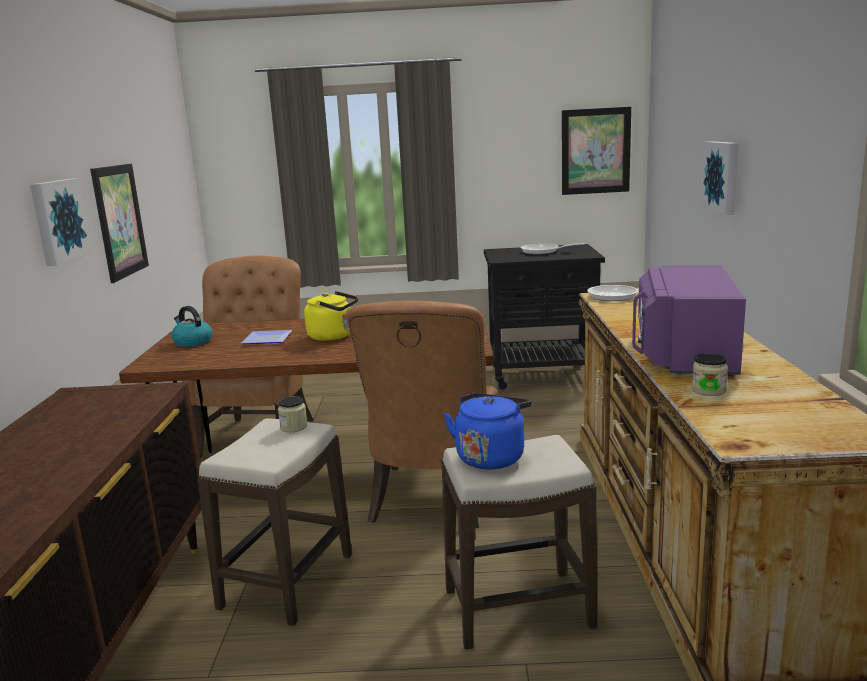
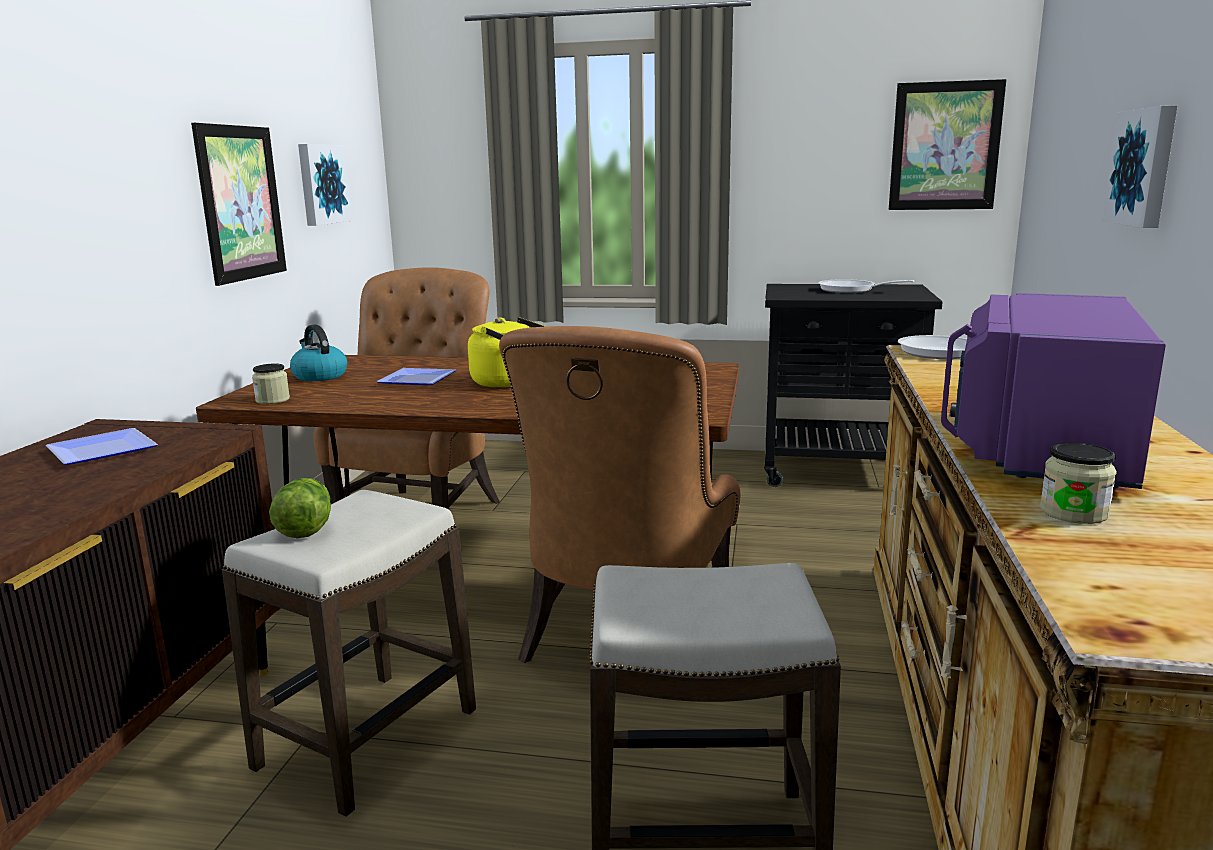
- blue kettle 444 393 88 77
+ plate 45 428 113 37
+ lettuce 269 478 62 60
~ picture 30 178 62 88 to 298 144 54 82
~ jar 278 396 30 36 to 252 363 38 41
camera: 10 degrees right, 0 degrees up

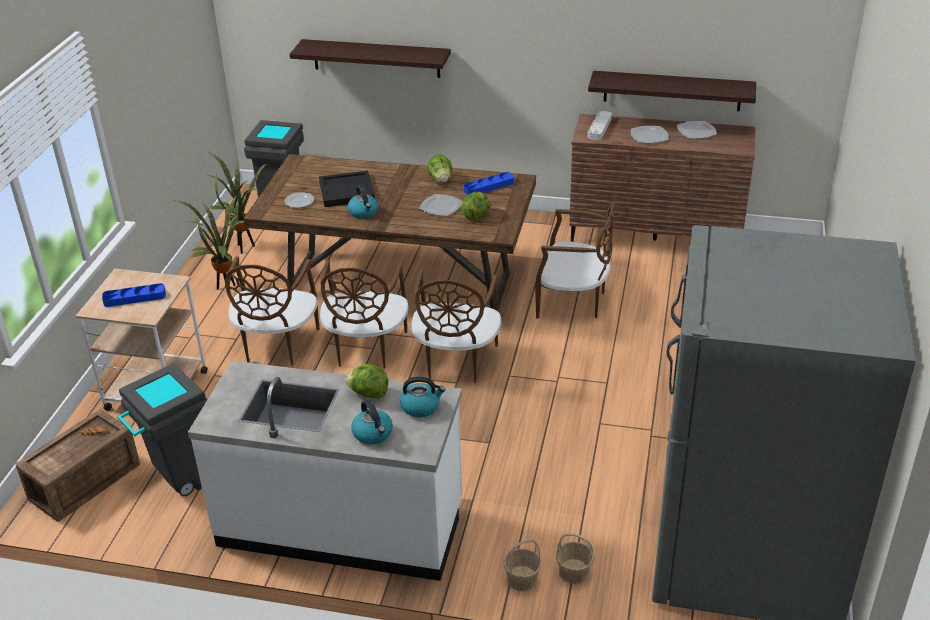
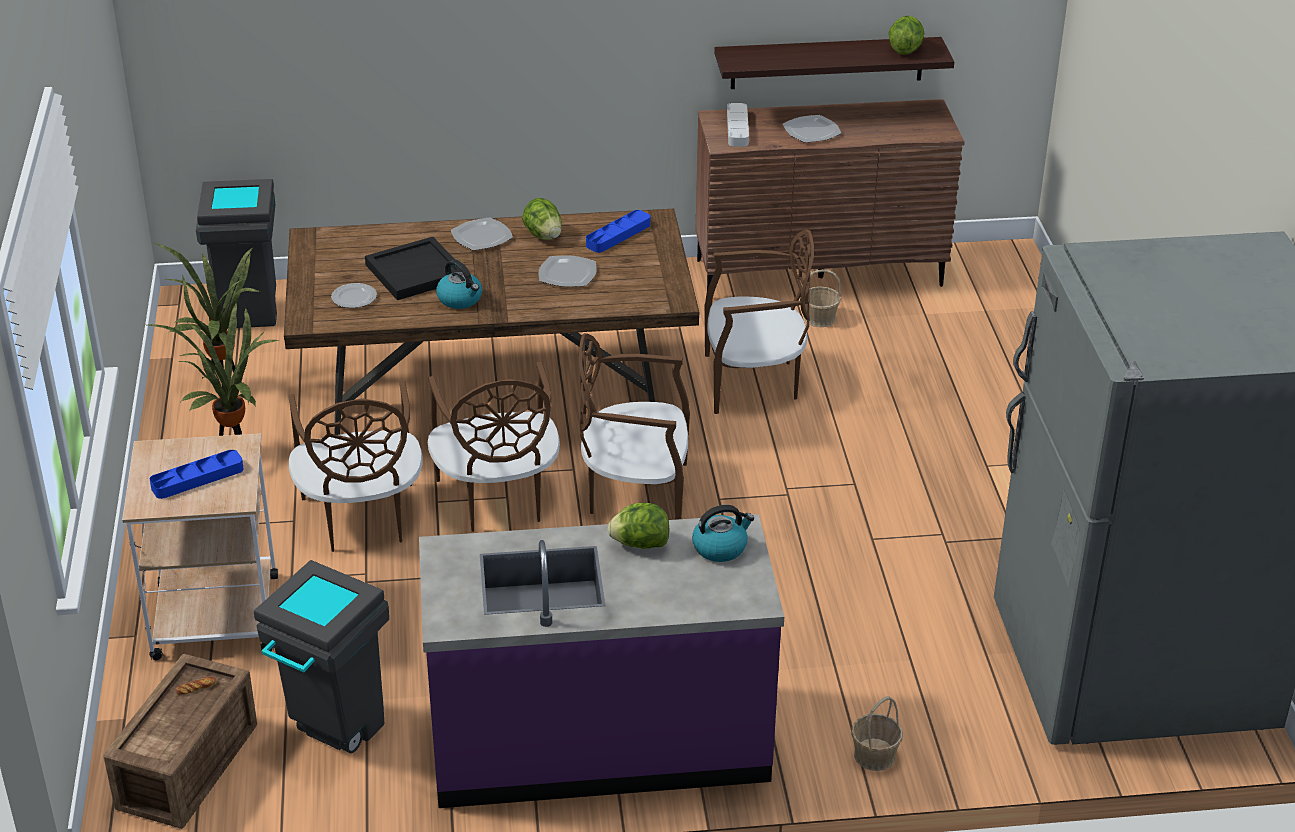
- shelf 290 39 161 39
- kettle 351 400 42 45
~ lettuce 460 192 30 28 to 888 16 37 39
~ basket 556 533 38 51 to 804 269 37 58
~ plate 677 121 40 18 to 451 217 62 33
~ white counter 188 361 274 220 to purple counter 419 514 365 294
~ brown chair 411 270 91 113 = 579 333 111 187 105 degrees clockwise
camera: 20 degrees left, 0 degrees up

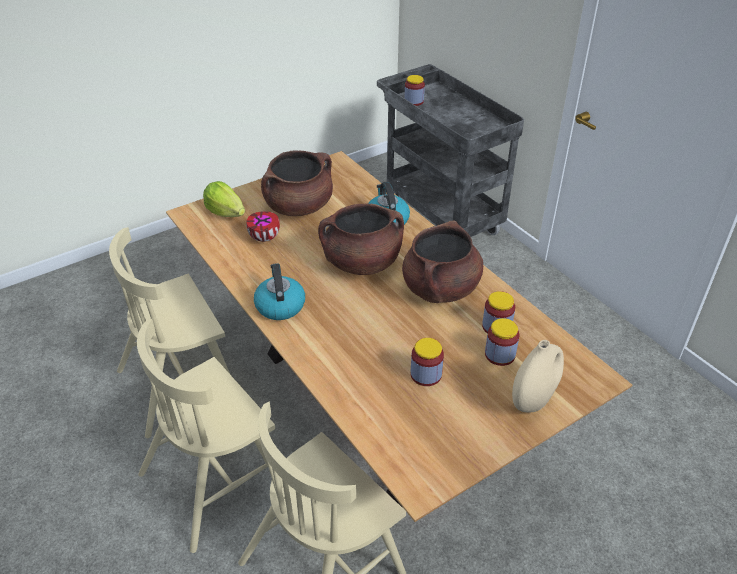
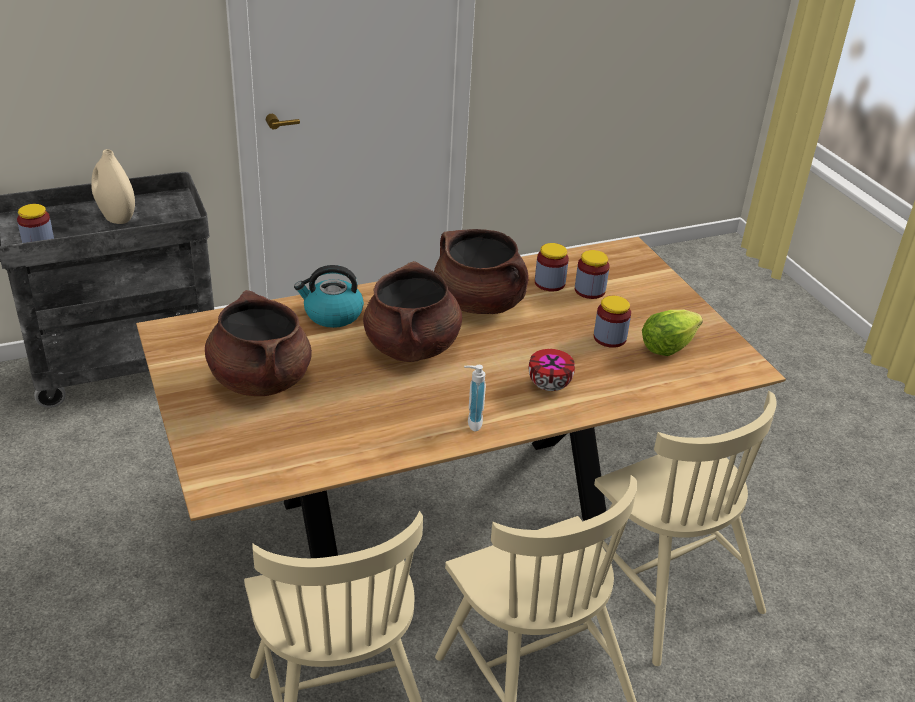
~ lettuce 203 181 42 36 to 642 310 61 46
~ bowl 246 211 34 31 to 529 349 46 42
~ beige vase 512 340 52 73 to 91 149 44 75
~ kettle 254 263 51 57 to soap dispenser 464 365 22 66
camera: 80 degrees left, 5 degrees down

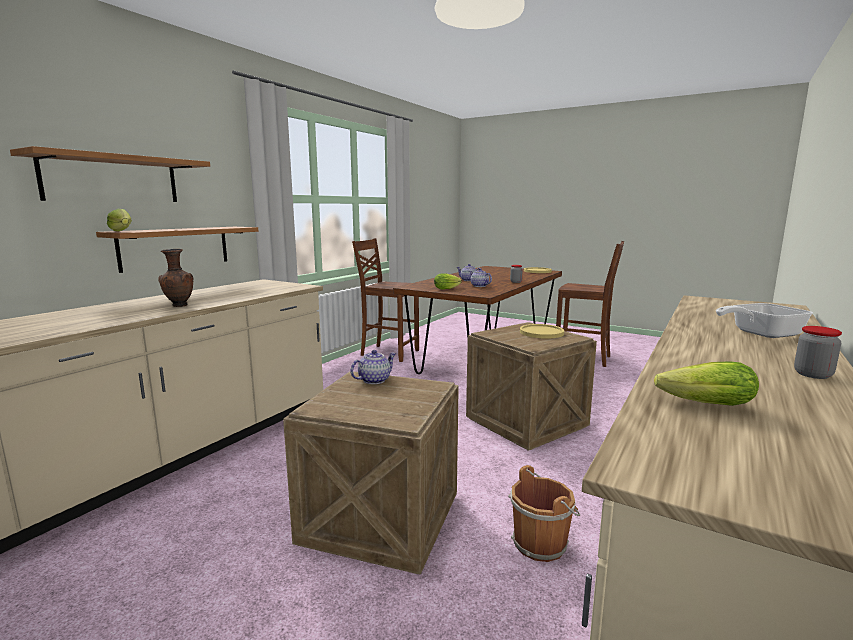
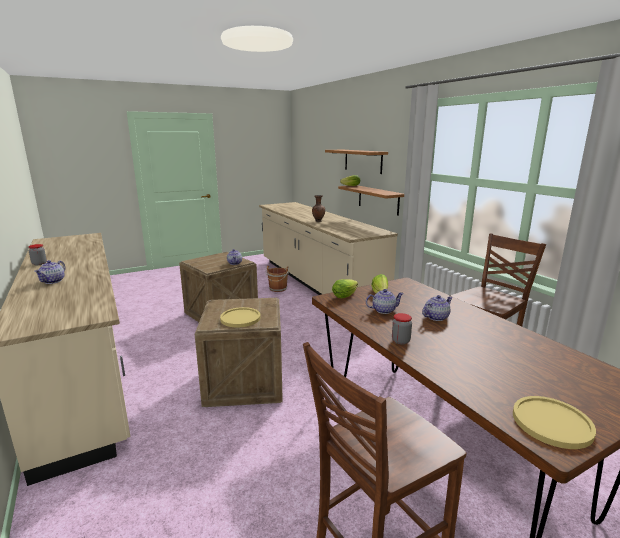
~ brown bucket 508 465 72 97 to 266 266 23 26
~ lettuce 654 361 105 45 to 332 279 26 19
~ frying pan 716 303 97 35 to teapot 34 260 31 24
camera: 120 degrees right, 5 degrees up

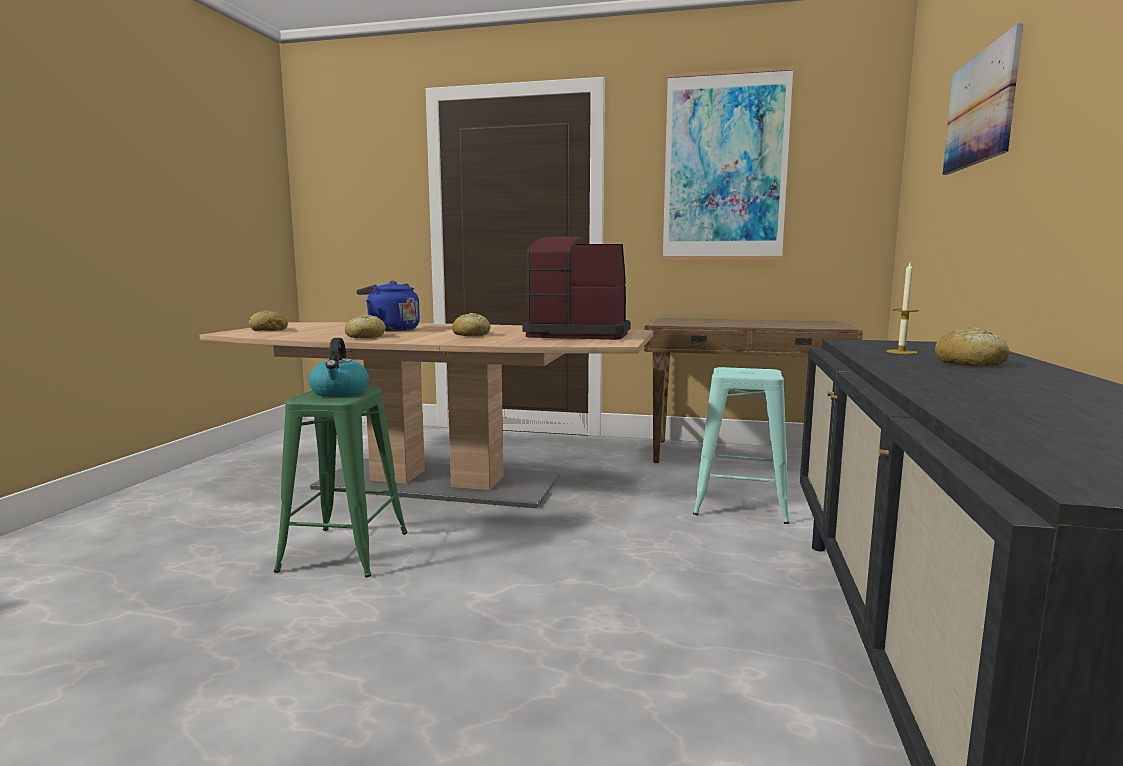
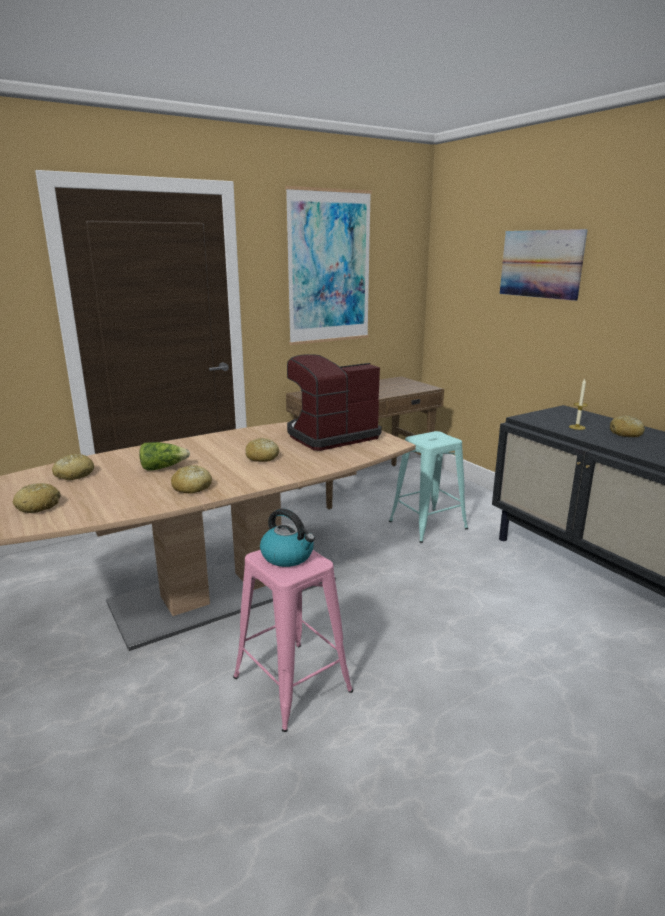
+ bread 52 454 42 26
~ blue kettle 356 280 64 51 to lettuce 140 442 50 28
~ green stool 274 388 134 190 to pink stool 233 550 120 182
camera: 45 degrees left, 10 degrees up

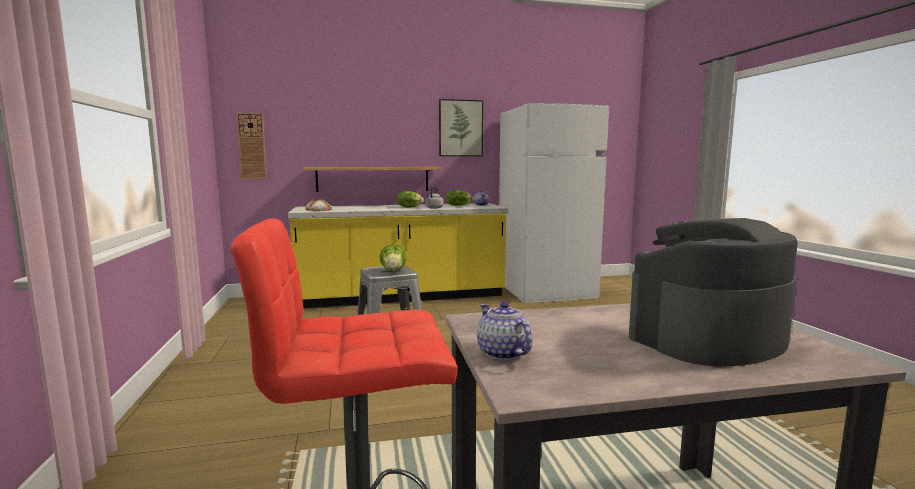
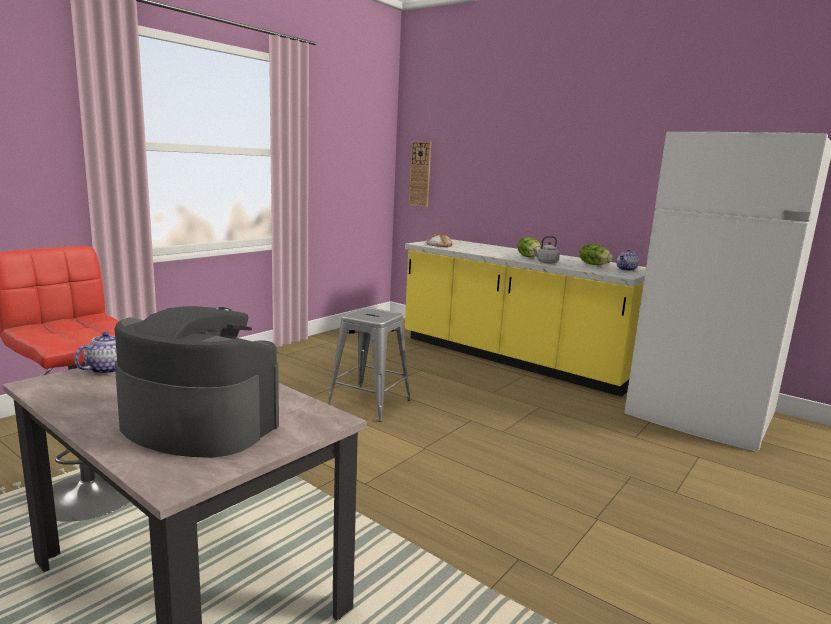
- shelf 304 167 136 25
- lettuce 380 244 26 27
- picture 439 99 44 57
camera: 50 degrees right, 5 degrees up

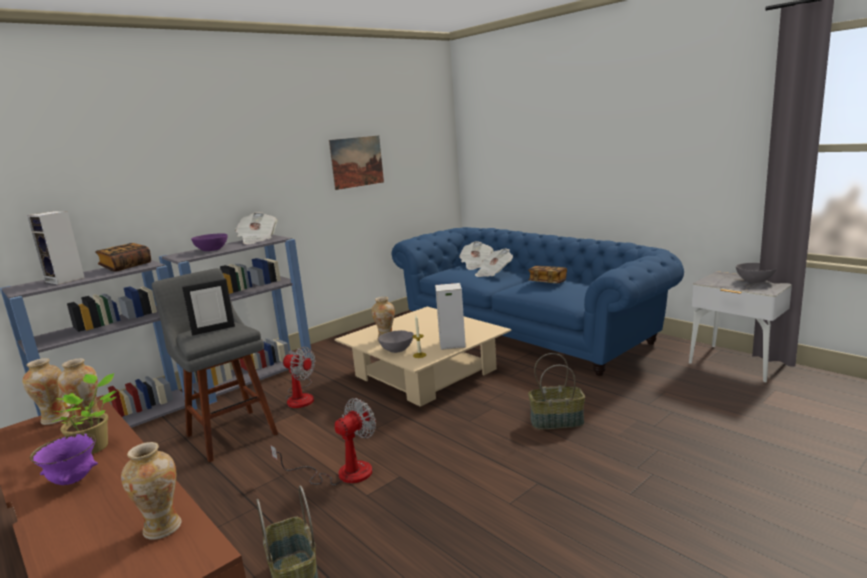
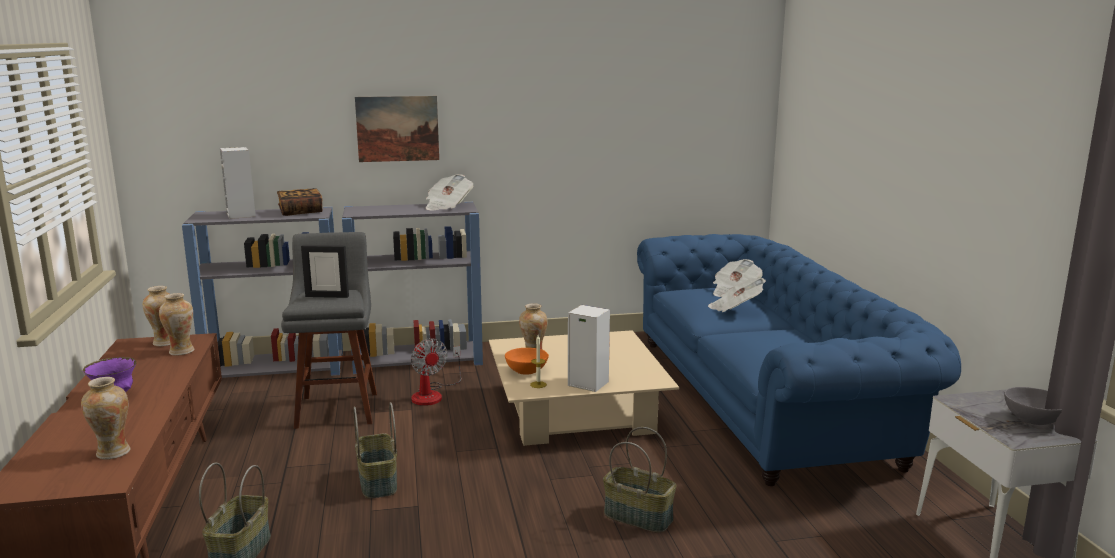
- potted plant 52 373 65 81
- purple bowl 191 234 37 17
- book 528 266 39 18
~ picture 329 135 55 55 to 355 96 84 66
~ fan 270 398 106 87 to basket 353 402 44 97
~ grey bowl 378 330 36 23 to orange bowl 505 348 44 26
camera: 30 degrees right, 0 degrees up

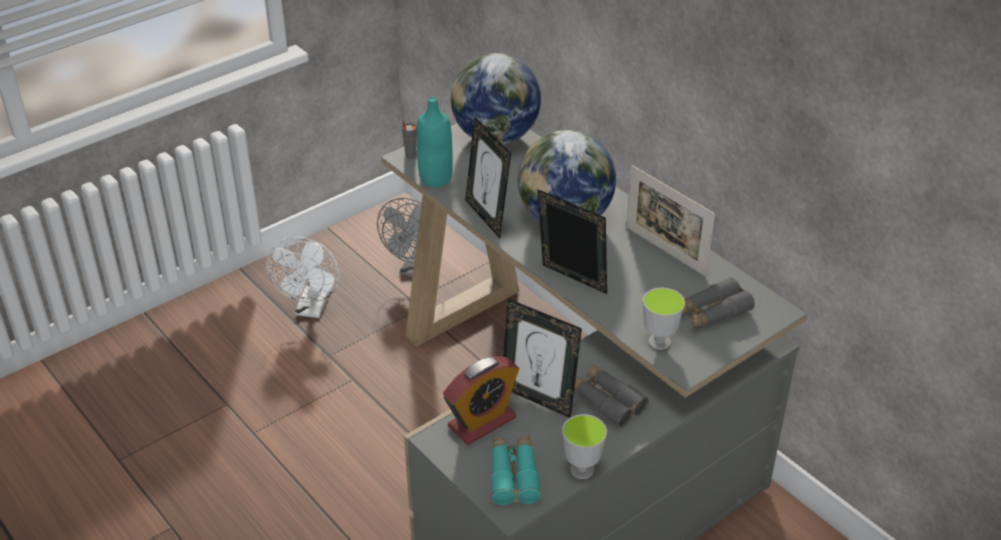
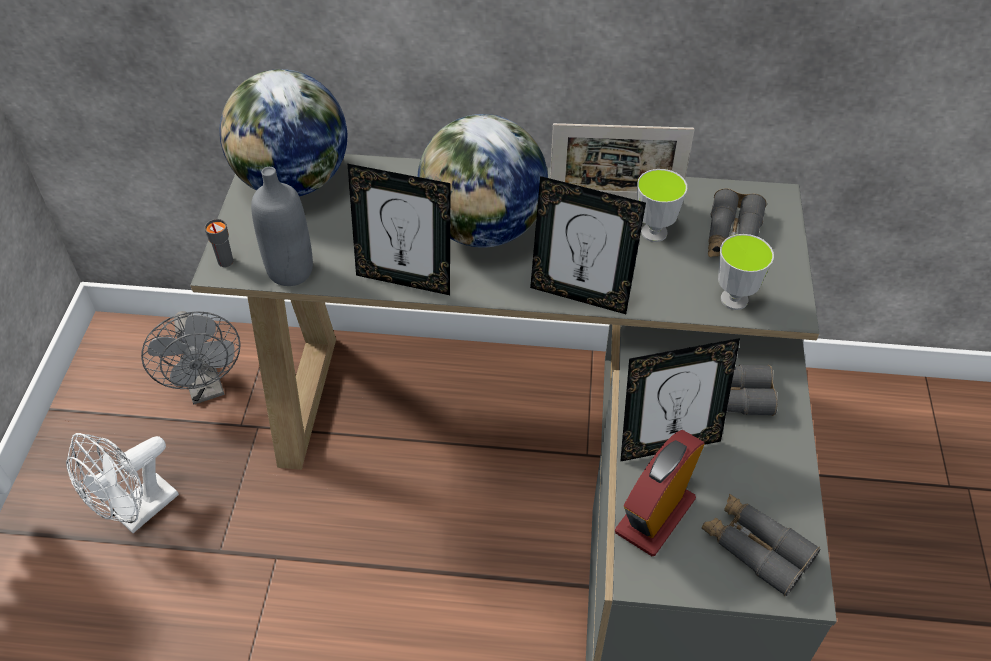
~ cup 562 414 45 65 to 637 169 50 73
~ turquoise bottle 416 97 37 90 to grey bottle 251 167 62 119
~ turquoise binoculars 491 435 50 70 to grey binoculars 702 494 118 102
~ white fan 266 237 74 81 = 66 433 113 100 75 degrees clockwise
~ alarm clock 443 356 76 89 = 615 430 90 126 150 degrees counterclockwise
~ picture frame 538 189 69 105 = 530 176 116 138 150 degrees counterclockwise
camera: 45 degrees left, 10 degrees up

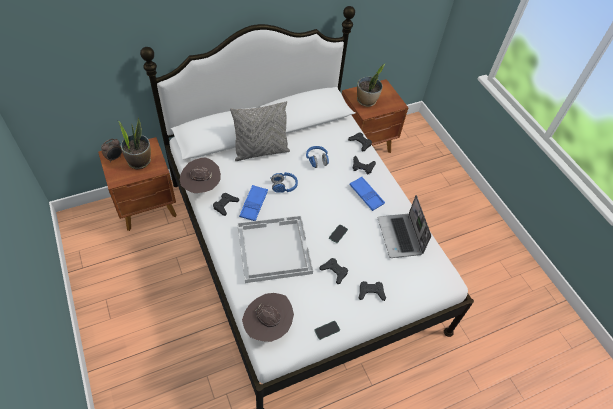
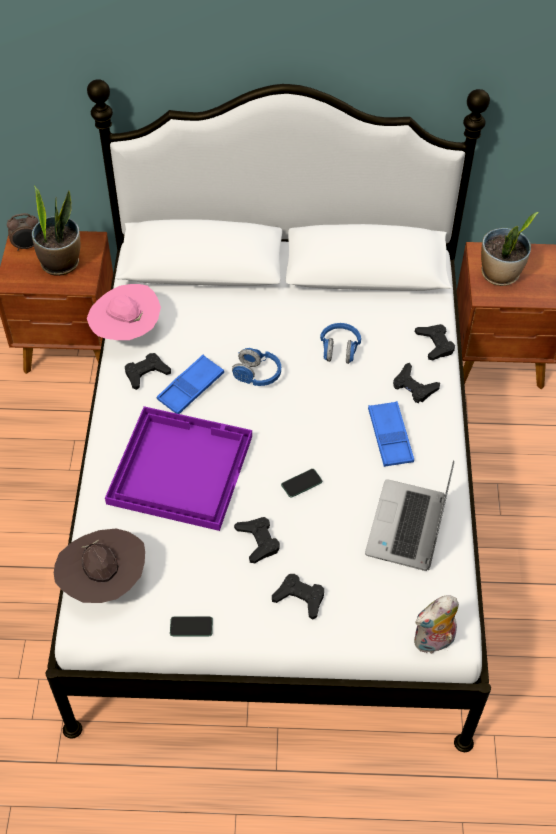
- grey pillow 230 101 60 60
+ plush toy 414 595 45 59
~ brown hat 180 157 41 36 to pink hat 87 284 74 56
~ white tray 237 215 76 68 to purple tray 105 406 147 125
camera: 30 degrees right, 0 degrees up

